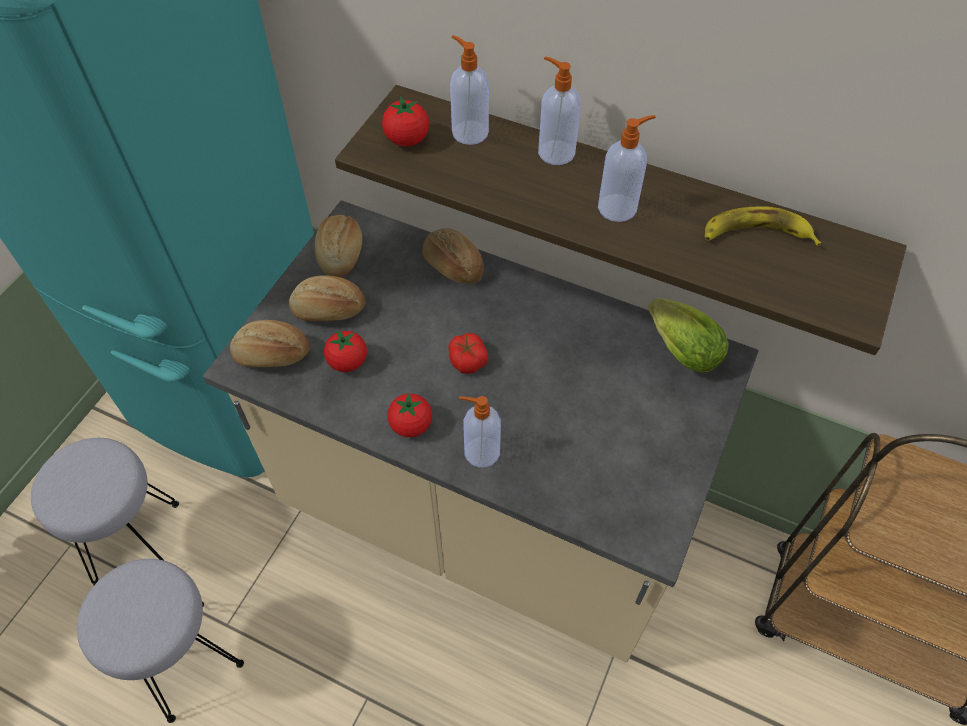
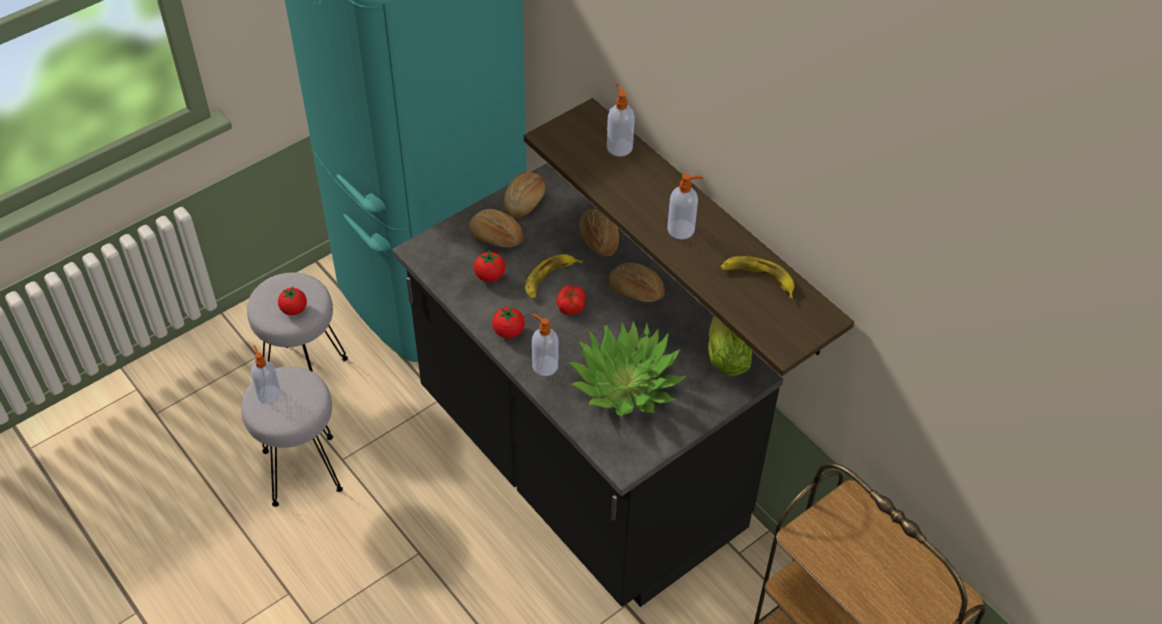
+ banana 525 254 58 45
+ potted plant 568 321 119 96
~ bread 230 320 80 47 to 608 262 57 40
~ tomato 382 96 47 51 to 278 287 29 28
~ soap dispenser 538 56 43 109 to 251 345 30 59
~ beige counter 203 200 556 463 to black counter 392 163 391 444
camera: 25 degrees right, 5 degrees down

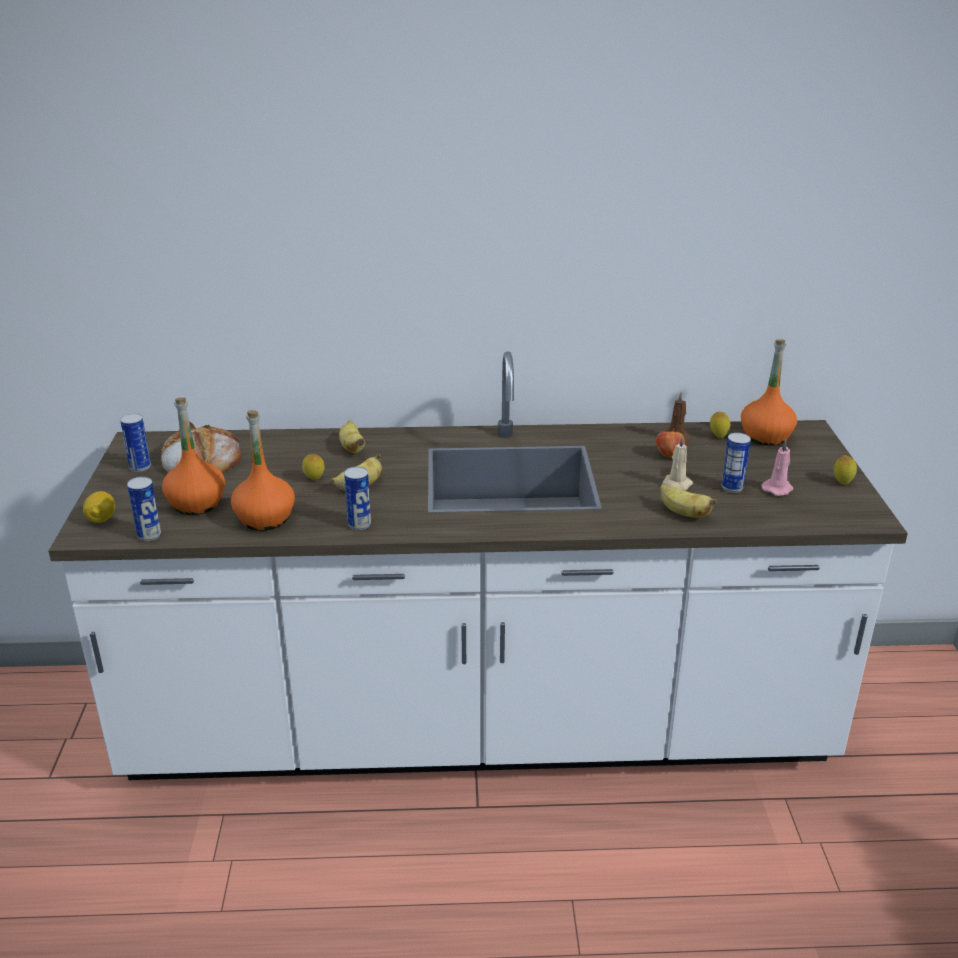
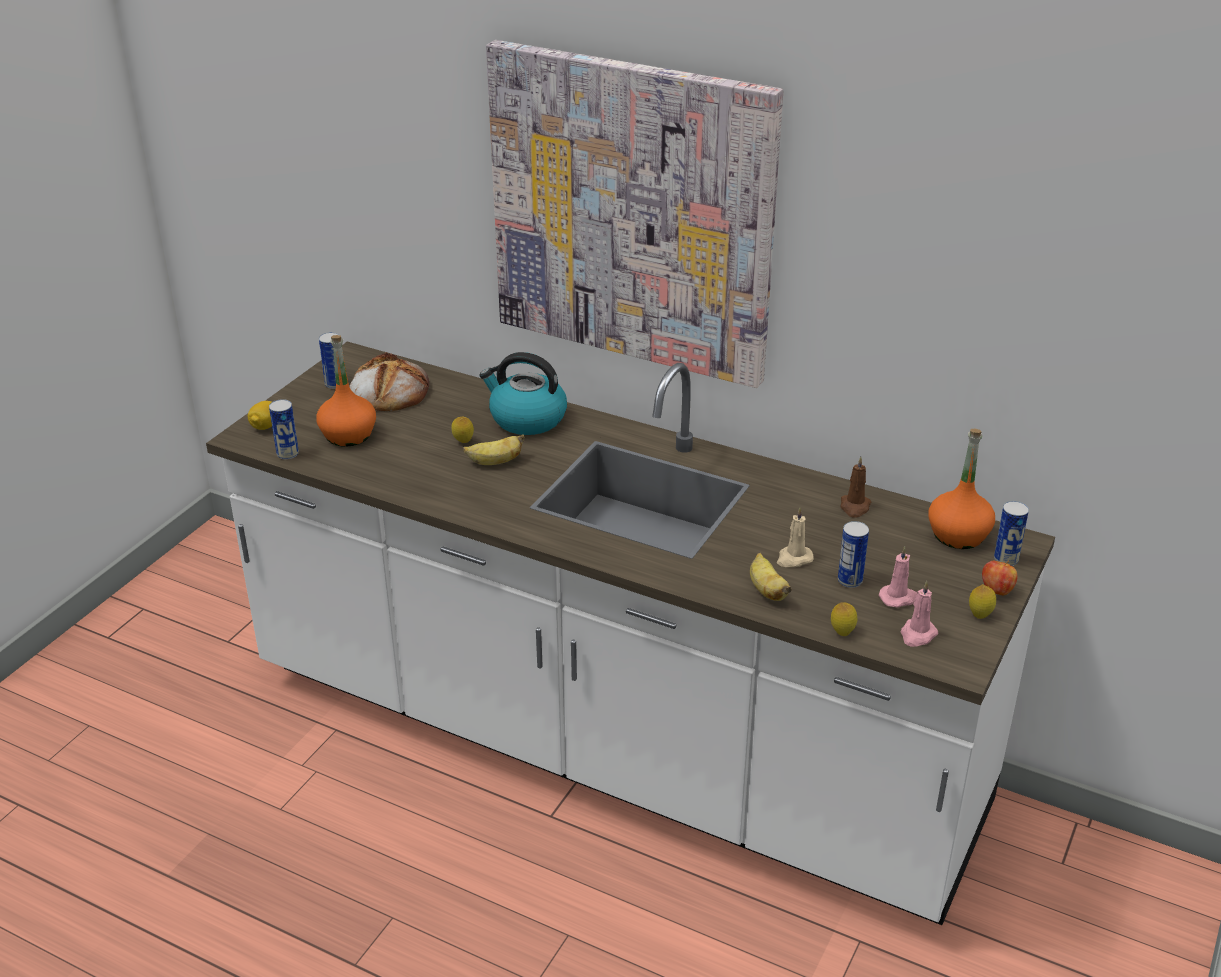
- orange bottle 231 410 64 120
+ picture 486 40 297 348
+ pink candle 901 581 37 66
~ can 344 467 27 63 to 994 501 35 65
~ apple 656 428 29 30 to 982 561 36 34
~ lemon 710 411 20 27 to 831 602 26 34
~ banana 339 420 26 33 to kettle 480 352 87 83
camera: 30 degrees right, 5 degrees up

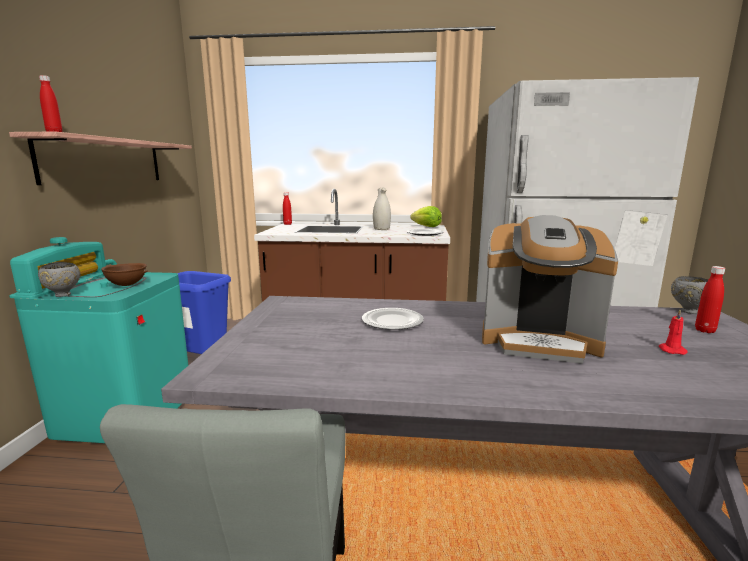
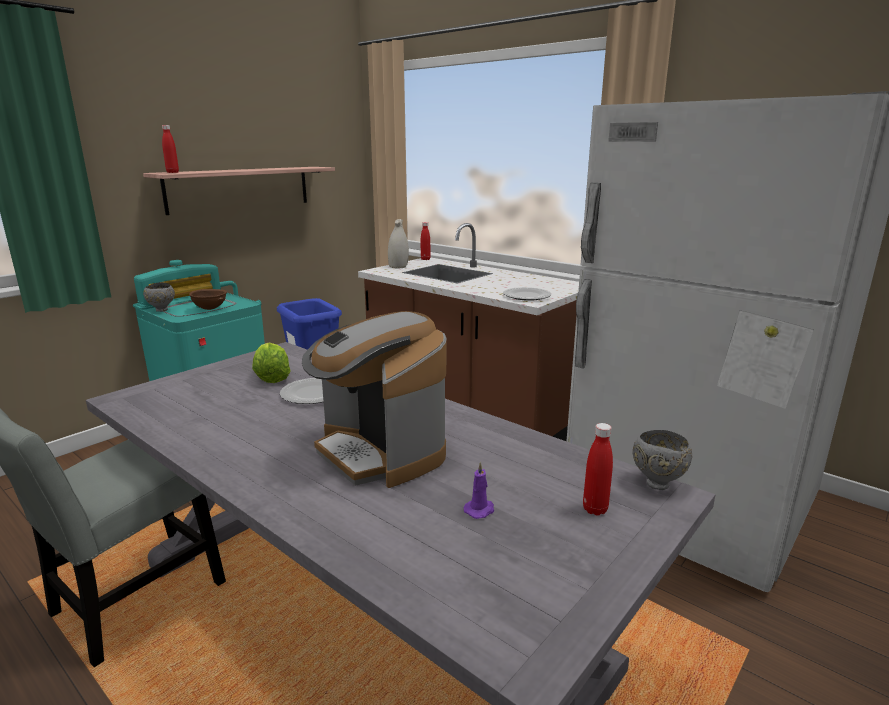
~ white vase 373 188 18 42 to 388 219 21 49
~ lettuce 410 206 32 21 to 252 342 38 41
~ red candle 659 310 29 45 to purple candle 463 462 31 57
camera: 35 degrees right, 5 degrees up

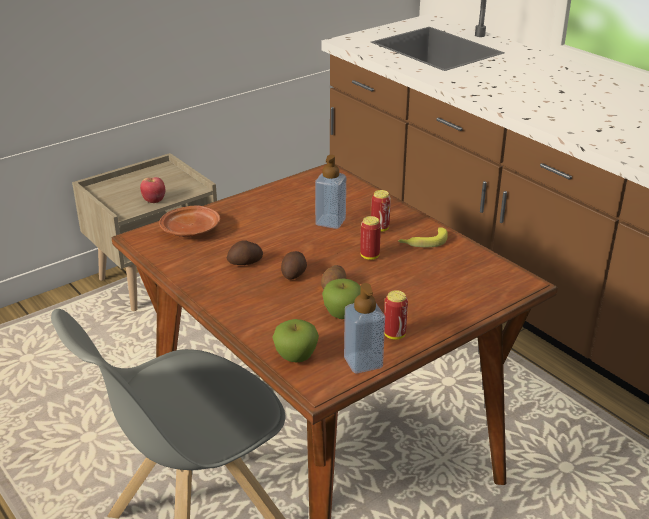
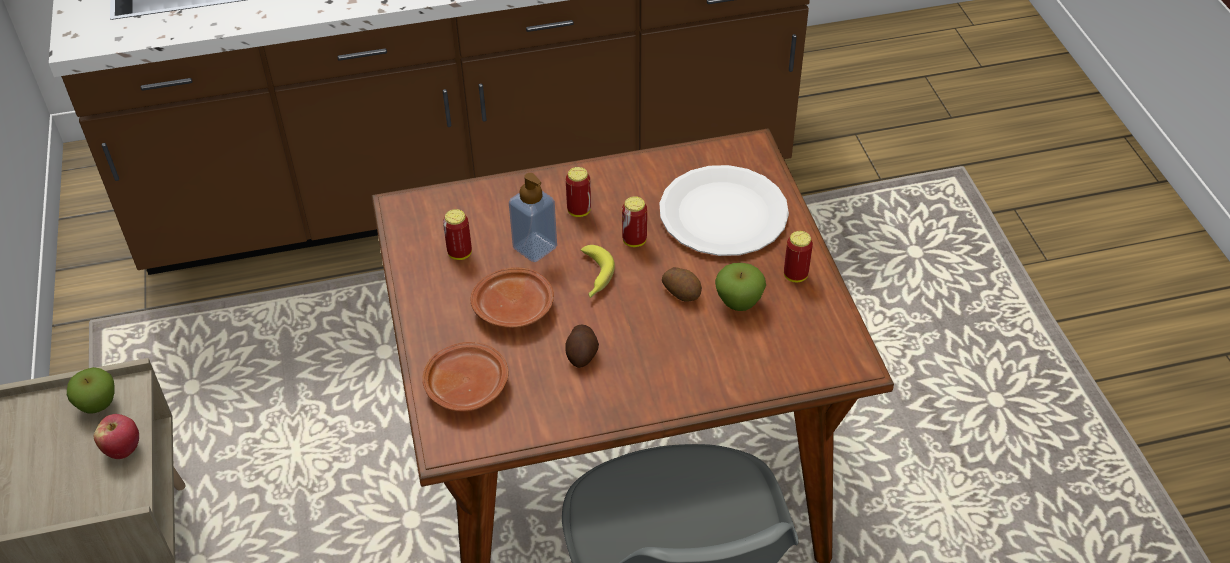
- potato 281 251 26 29
- soap dispenser 344 283 41 90
+ can 443 209 29 51
+ brown plate 470 268 84 60
+ white plate 659 165 130 91
~ apple 272 319 47 43 to 67 367 48 47
~ banana 398 227 50 20 to 581 245 34 53
camera: 65 degrees left, 15 degrees up

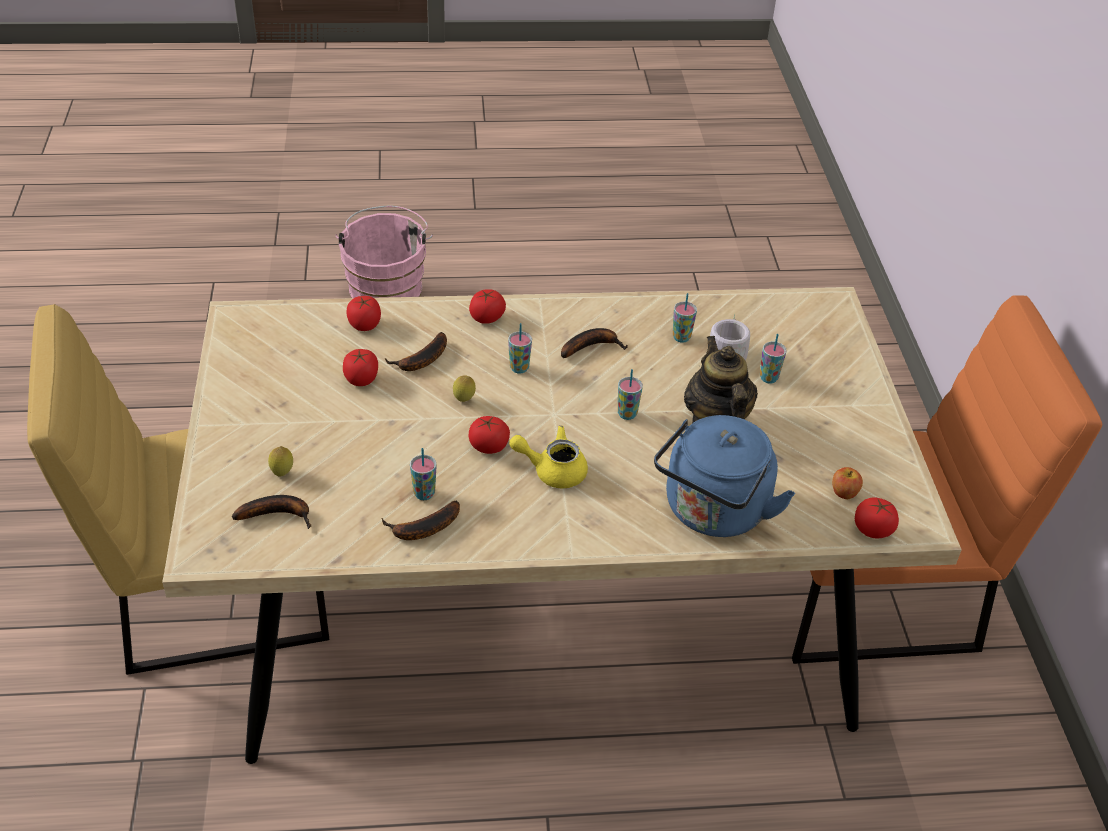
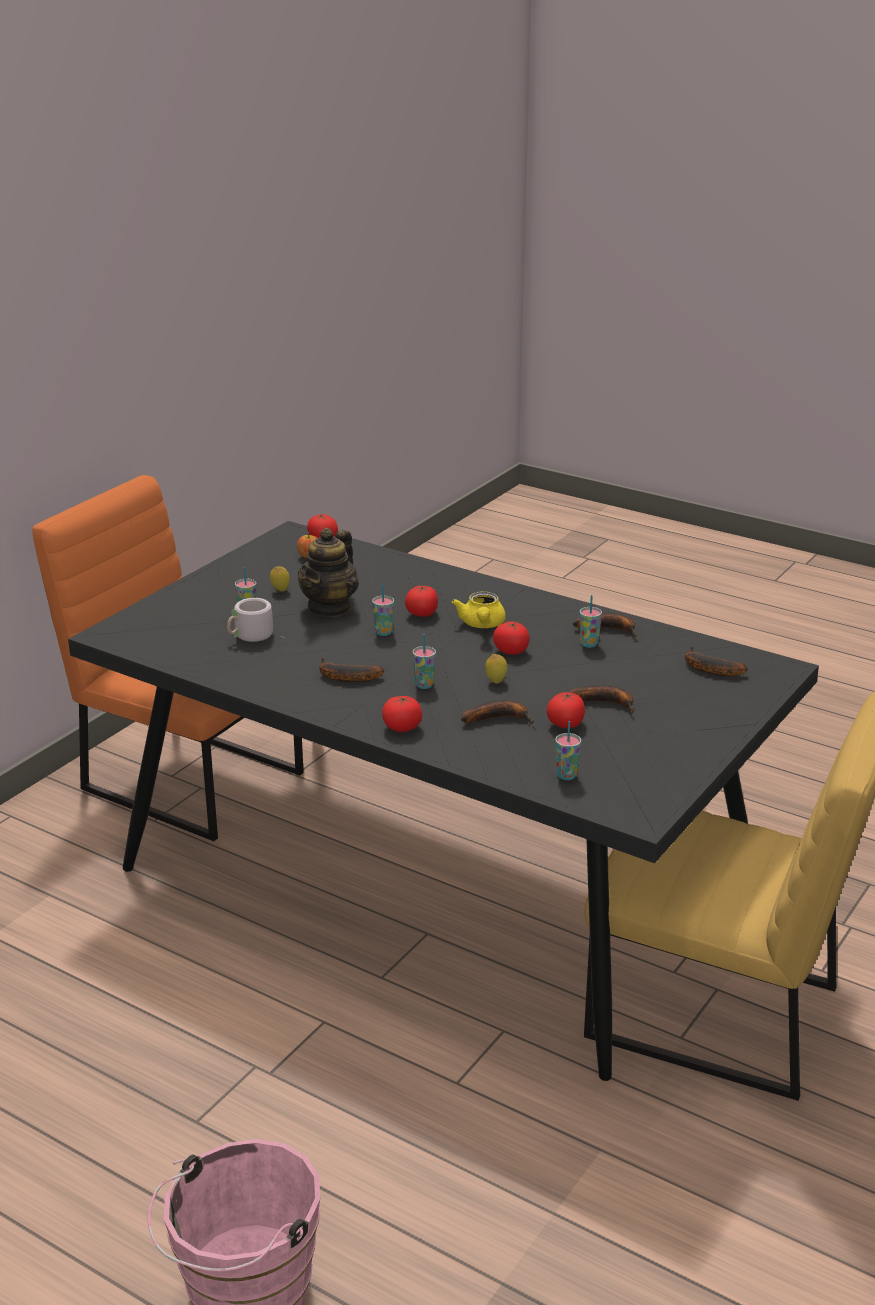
- blue kettle 654 415 141 122
+ banana 569 685 65 30
~ lemon 268 446 25 31 to 270 566 20 26
~ tomato 347 296 34 35 to 405 585 33 32
~ cup 673 293 24 50 to 555 721 26 59
~ beige dining table 162 287 800 477 to black dining table 68 521 751 560
~ yellow teapot 509 426 79 62 = 452 591 54 37 45 degrees clockwise
camera: 140 degrees left, 15 degrees down

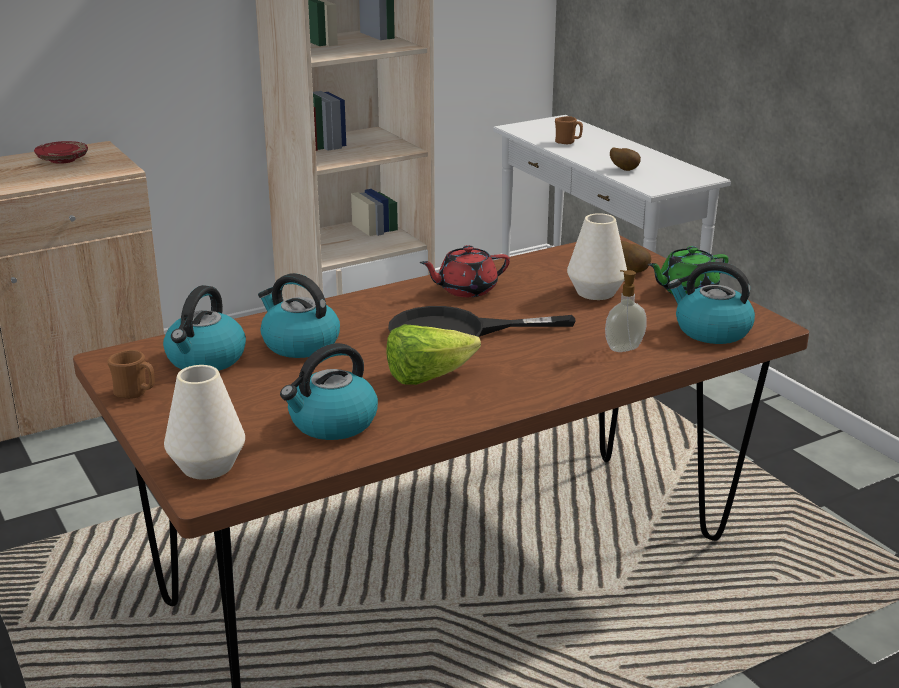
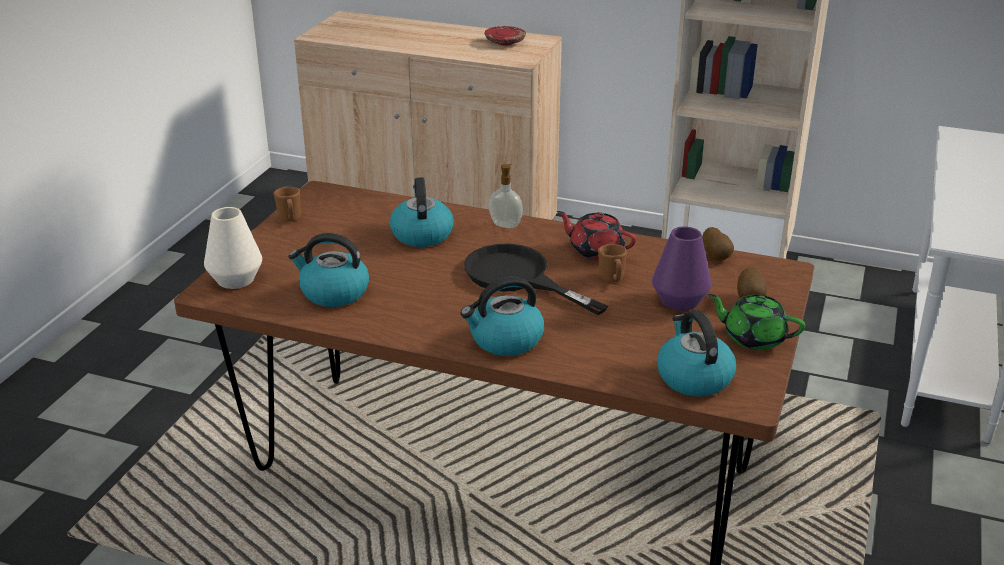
- lettuce 386 325 95 60
~ kettle 163 285 83 86 to 461 277 83 79
~ brown mug 555 116 28 28 to 598 244 29 39
~ soap dispenser 605 270 42 82 to 489 164 34 64
~ potato 610 147 31 24 to 702 227 32 34
~ white vase 567 213 60 87 to purple vase 652 226 60 85
camera: 50 degrees right, 5 degrees up

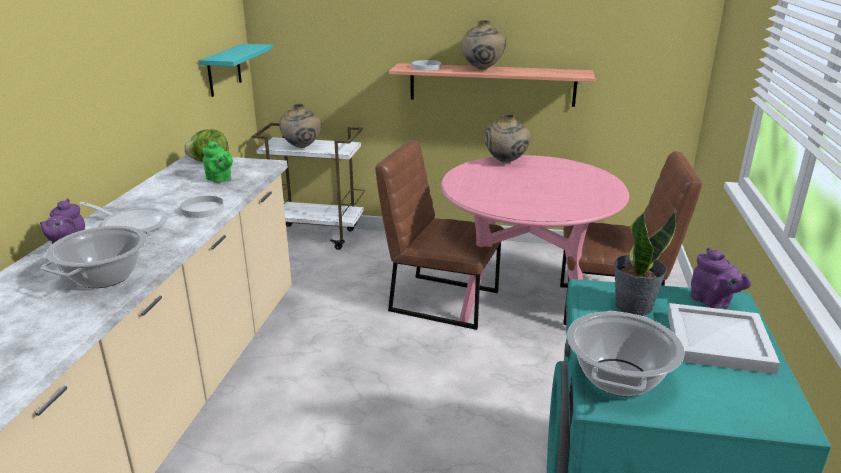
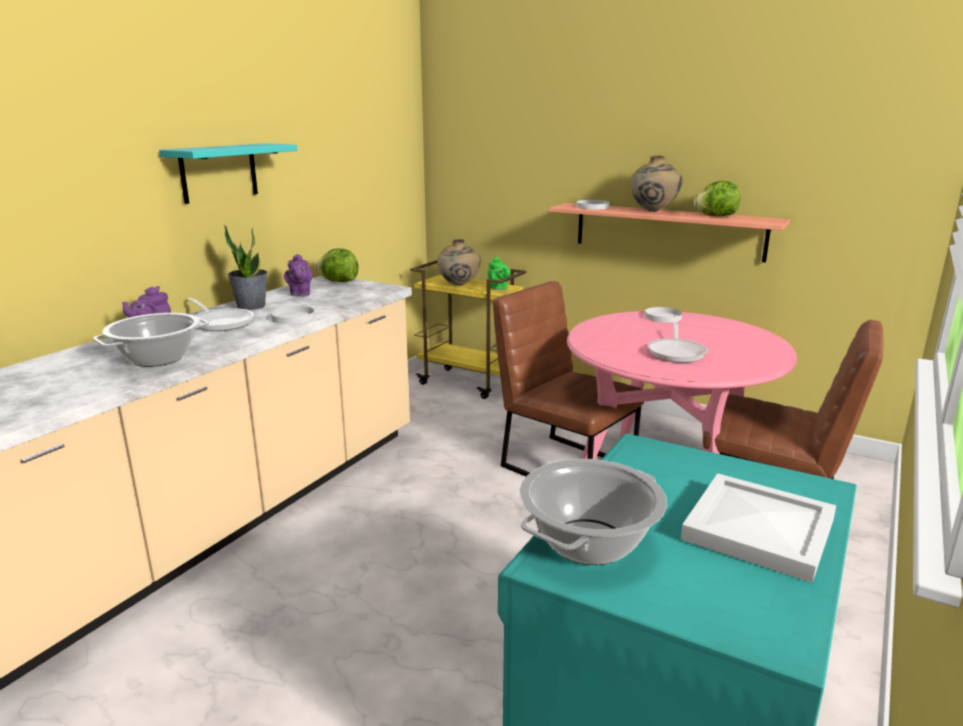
+ frying pan 648 322 60 41
+ lettuce 694 181 46 35
~ turquoise shelf 199 44 74 53 to 159 143 138 61
~ green teapot 202 141 31 42 to 488 257 22 33
~ potted plant 614 211 63 105 to 224 224 43 86
~ purple teapot 691 248 60 61 to 284 254 29 42
~ beige vase 484 114 47 49 to white plate 645 307 37 16
~ white cart 252 123 113 127 to yellow cart 410 260 116 139
camera: 20 degrees right, 5 degrees down

